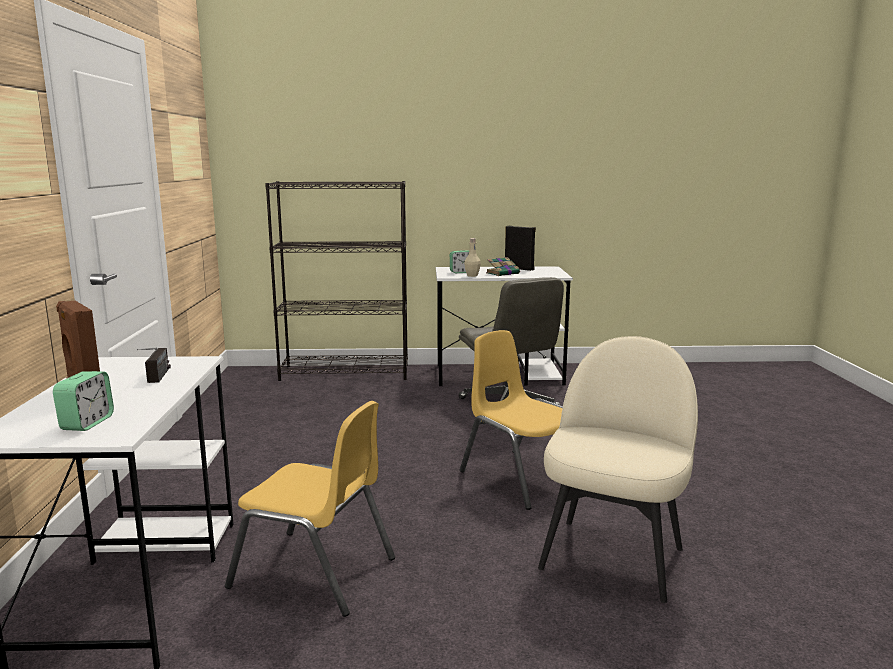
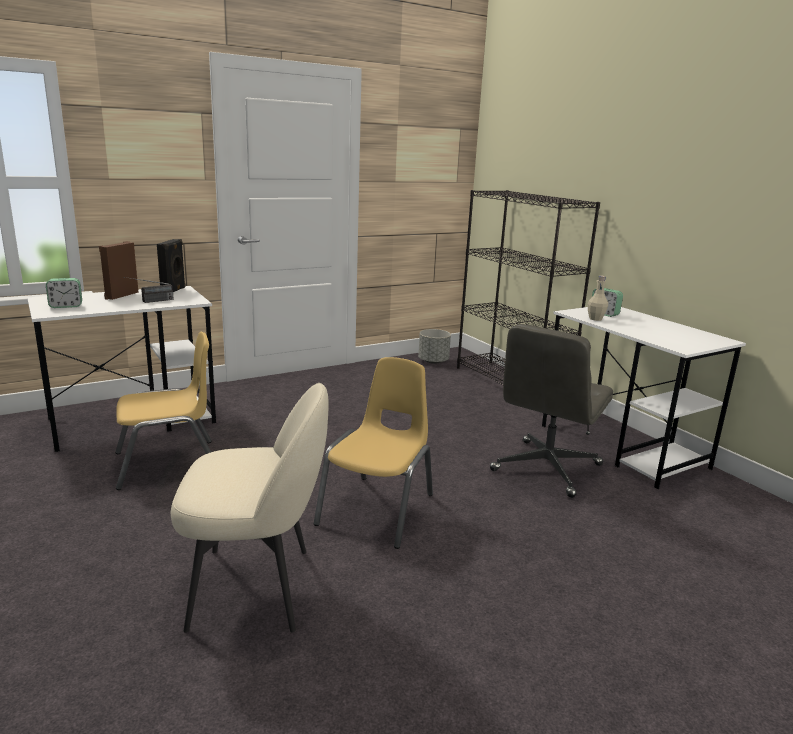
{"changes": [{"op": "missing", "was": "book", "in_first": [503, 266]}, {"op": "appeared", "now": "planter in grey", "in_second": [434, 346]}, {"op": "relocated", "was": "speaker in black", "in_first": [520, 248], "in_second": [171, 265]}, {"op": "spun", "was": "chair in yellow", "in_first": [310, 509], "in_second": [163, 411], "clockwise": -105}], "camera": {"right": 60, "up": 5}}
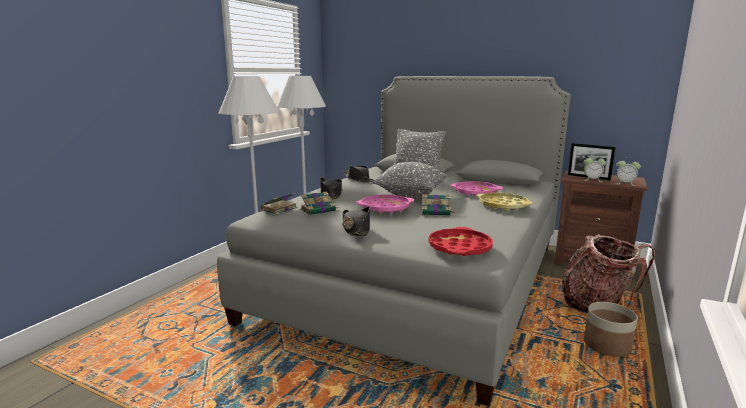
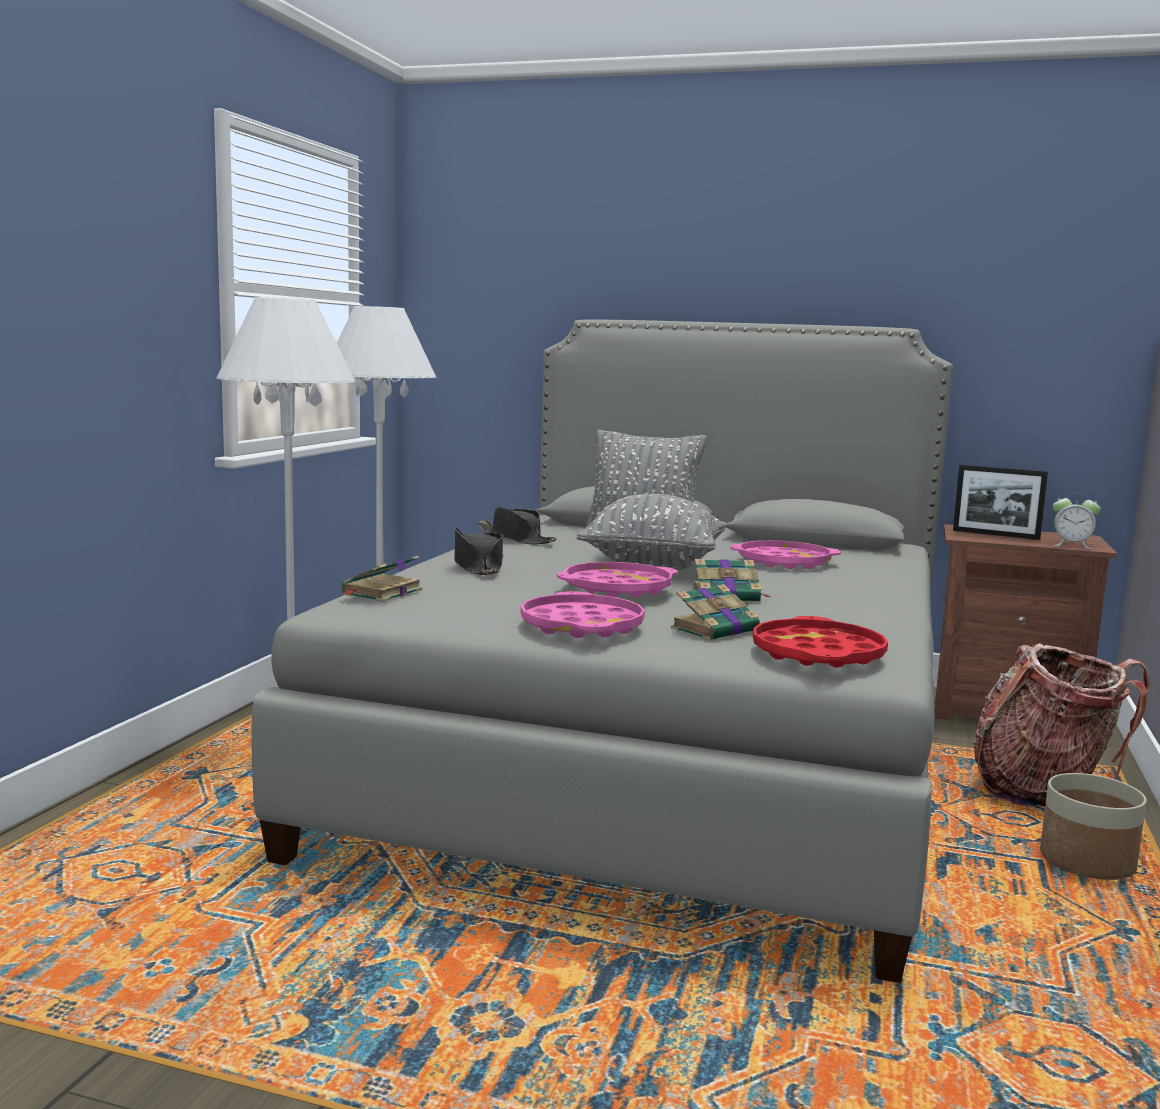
{"changes": [{"op": "missing", "was": "tray in yellow", "in_first": [505, 202]}, {"op": "missing", "was": "alarm clock", "in_first": [594, 168]}, {"op": "relocated", "was": "book", "in_first": [319, 203], "in_second": [715, 612]}, {"op": "exchanged", "was": "hat in black", "now": "tray in pink", "in_first": [356, 221], "in_second": [583, 614]}], "camera": {"right": -10, "up": -5}}
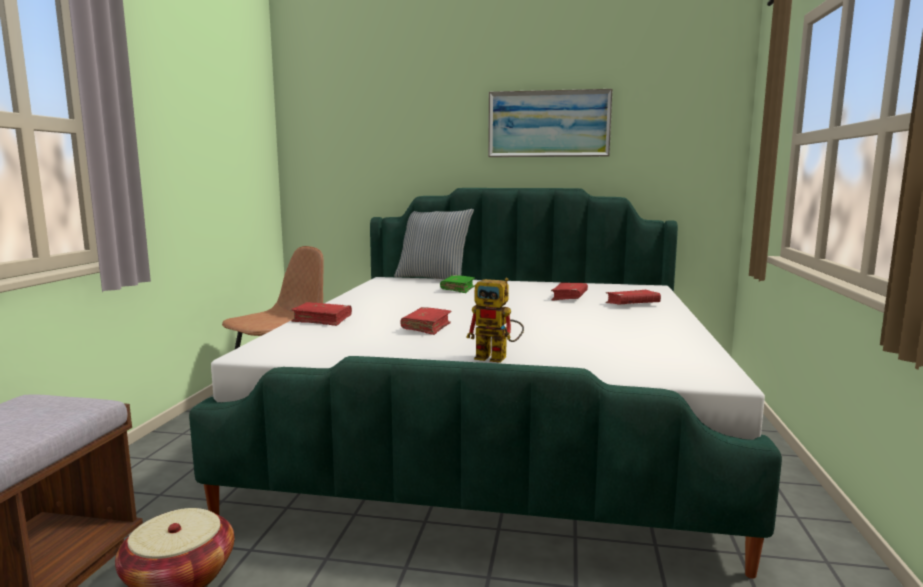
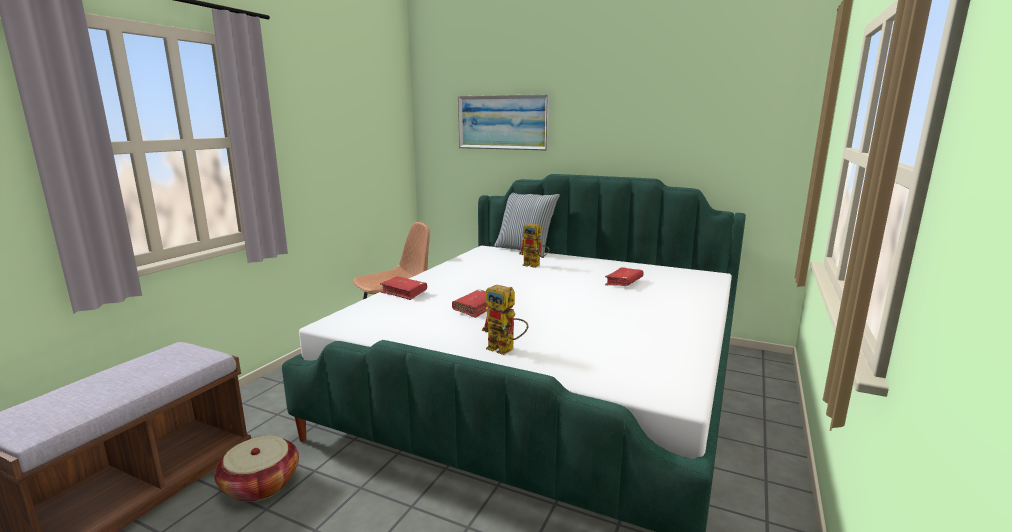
{"changes": [{"op": "missing", "was": "book in red", "in_first": [633, 297]}, {"op": "relocated", "was": "picture", "in_first": [550, 123], "in_second": [503, 122]}, {"op": "exchanged", "was": "book in green", "now": "toy robot", "in_first": [457, 284], "in_second": [534, 245]}], "camera": {"right": 15, "up": 5}}
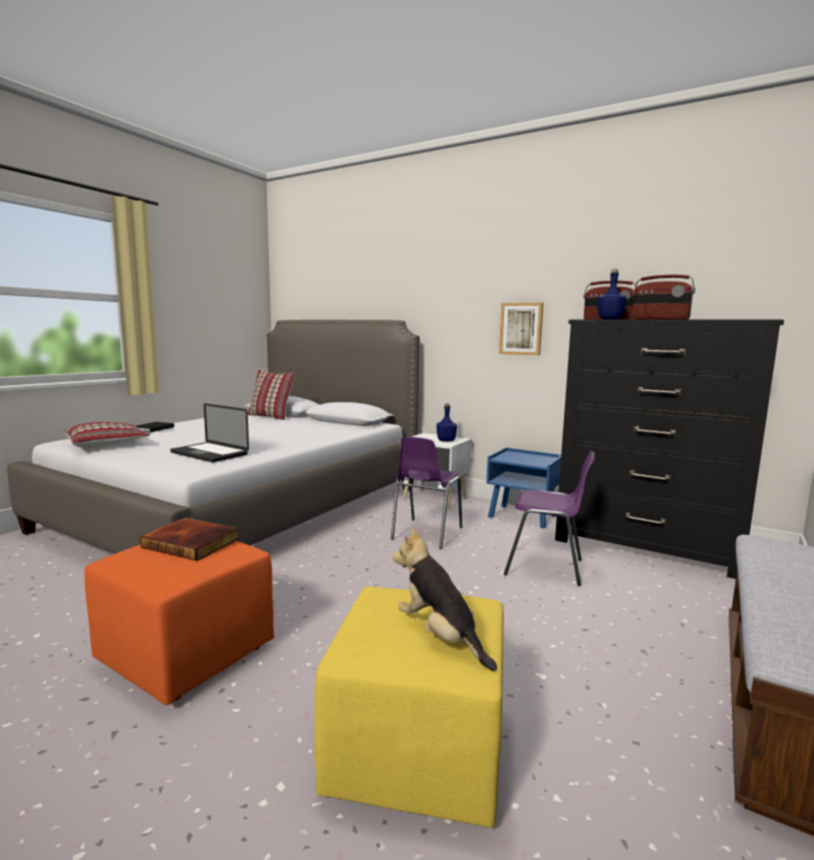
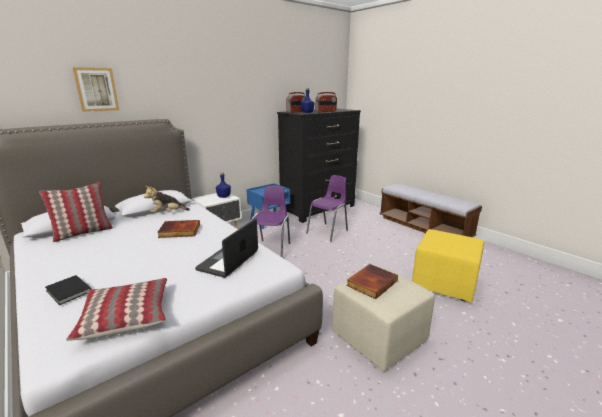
{"changes": [{"op": "appeared", "now": "book", "in_second": [178, 229]}, {"op": "relocated", "was": "plush toy", "in_first": [444, 599], "in_second": [167, 199]}, {"op": "relocated", "was": "picture", "in_first": [521, 328], "in_second": [95, 89]}, {"op": "colour", "was": "ottoman in orange", "now": "ottoman in beige", "in_first": [179, 623], "in_second": [383, 319]}, {"op": "spun", "was": "laptop", "in_first": [209, 432], "in_second": [226, 248], "clockwise": 150}, {"op": "spun", "was": "chair in purple", "in_first": [426, 493], "in_second": [270, 221], "clockwise": -120}], "camera": {"right": -70, "up": 10}}
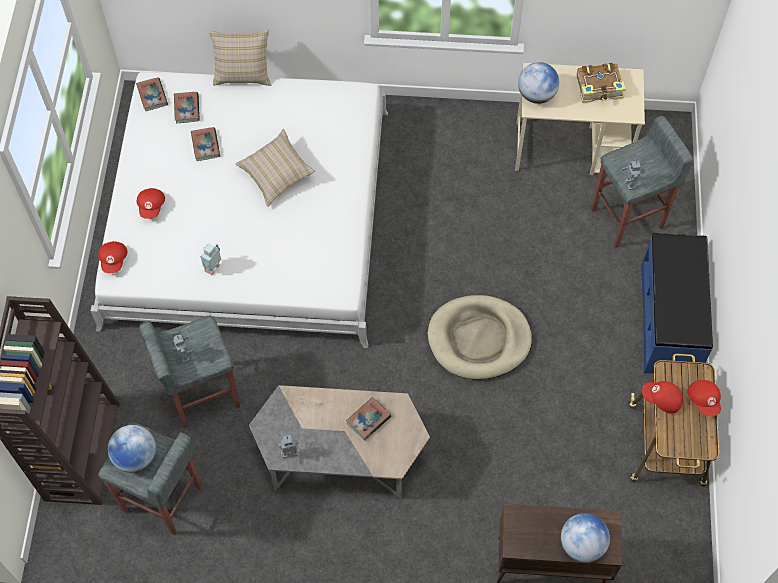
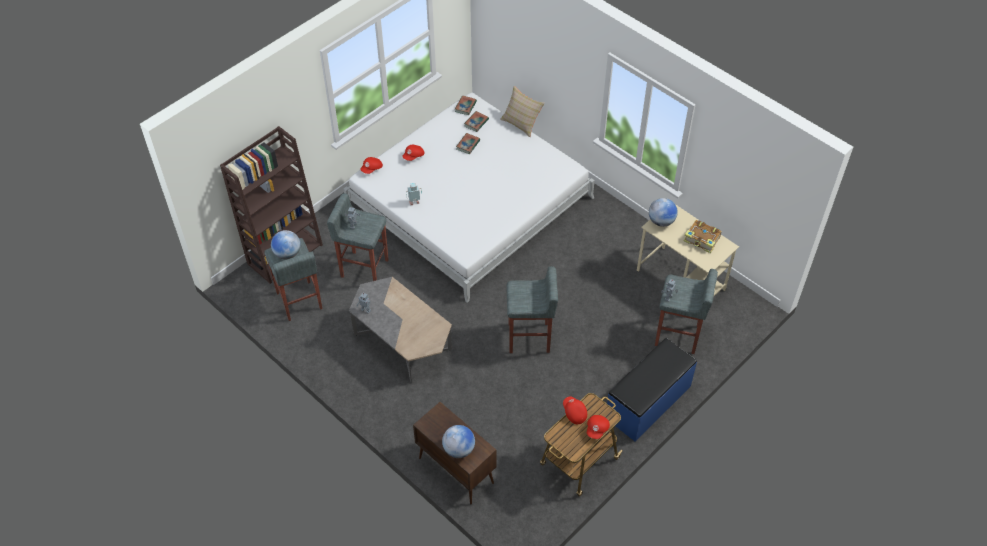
{"changes": [{"op": "missing", "was": "pillow in beige", "in_first": [275, 168]}, {"op": "missing", "was": "book", "in_first": [368, 419]}, {"op": "exchanged", "was": "dog bed in beige", "now": "stool in grey", "in_first": [480, 337], "in_second": [532, 309]}], "camera": {"right": 40, "up": -10}}
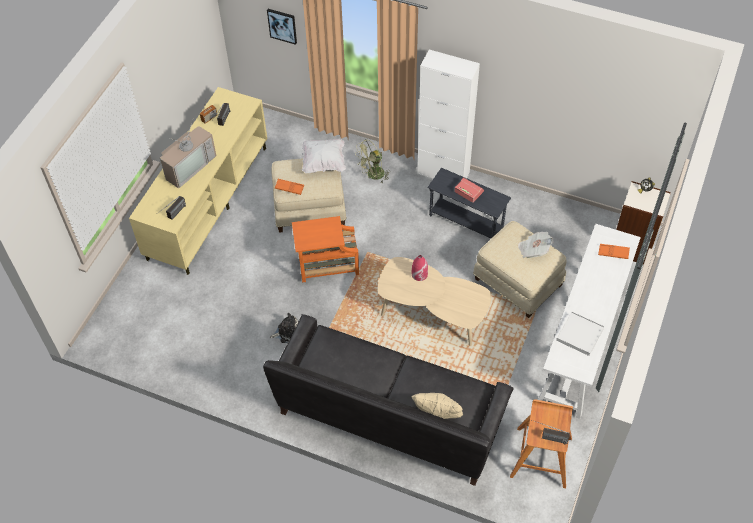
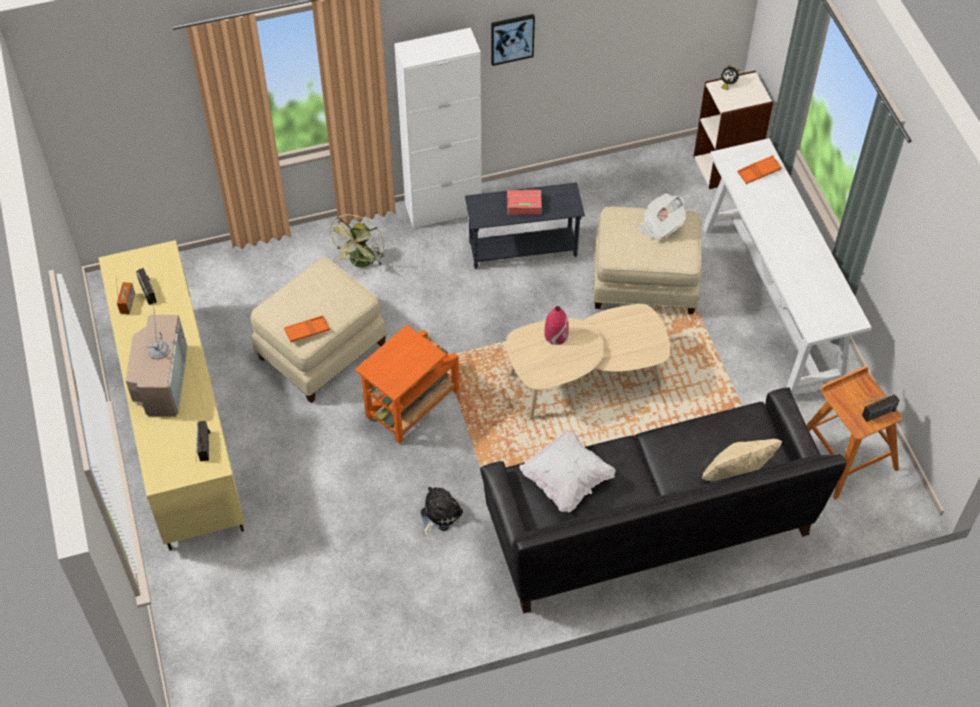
{"changes": [{"op": "missing", "was": "tray in white", "in_first": [580, 333]}, {"op": "relocated", "was": "picture", "in_first": [282, 27], "in_second": [513, 40]}, {"op": "relocated", "was": "pillow in white", "in_first": [324, 156], "in_second": [567, 471]}], "camera": {"right": -40, "up": 0}}
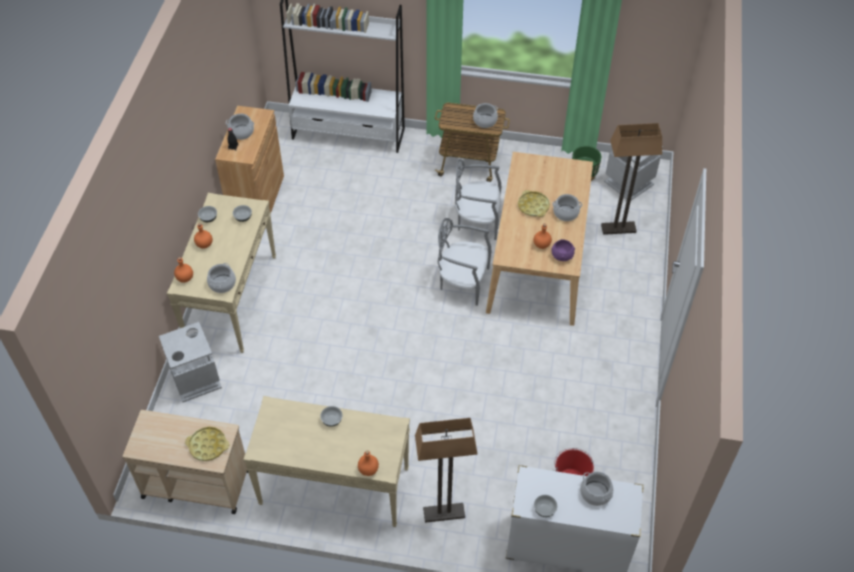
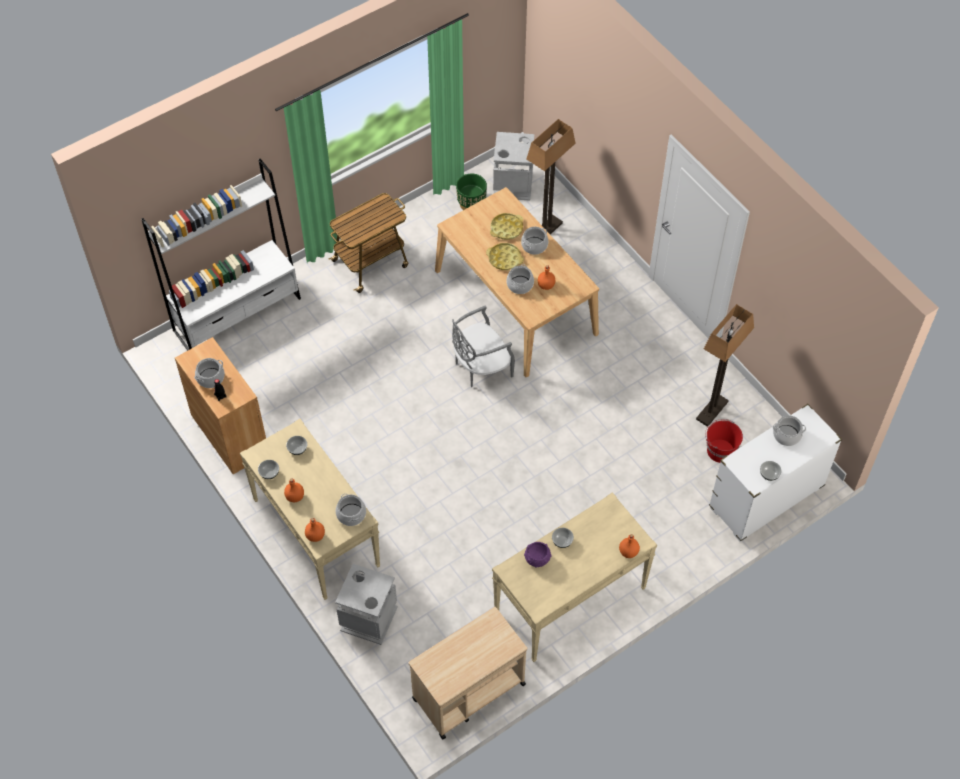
{"changes": [{"op": "missing", "was": "chair in grey", "in_first": [478, 199]}, {"op": "relocated", "was": "tray in yellow", "in_first": [207, 444], "in_second": [506, 226]}, {"op": "relocated", "was": "floor lamp", "in_first": [446, 470], "in_second": [725, 365]}, {"op": "relocated", "was": "cooking pot", "in_first": [485, 115], "in_second": [520, 279]}, {"op": "relocated", "was": "bowl in purple", "in_first": [563, 250], "in_second": [537, 555]}], "camera": {"right": -45, "up": 5}}
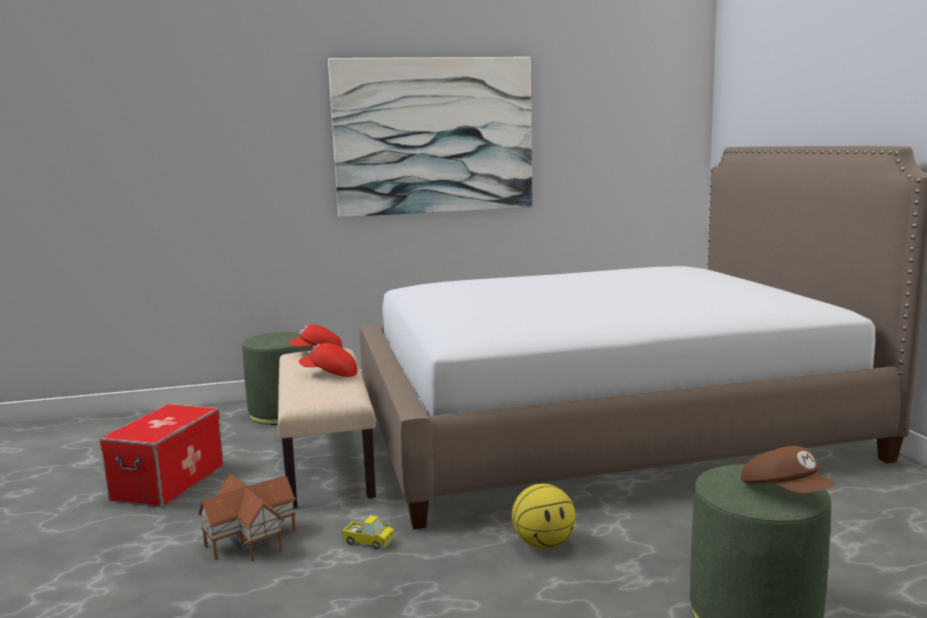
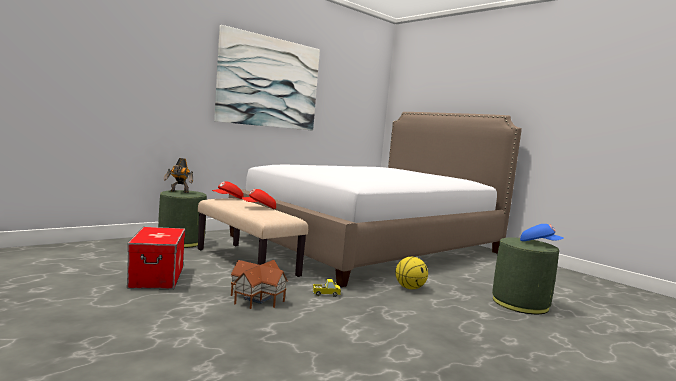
{"changes": [{"op": "appeared", "now": "toy robot", "in_second": [178, 175]}, {"op": "colour", "was": "cap in brown", "now": "cap in blue", "in_first": [788, 469], "in_second": [542, 232]}], "camera": {"right": -30, "up": -5}}
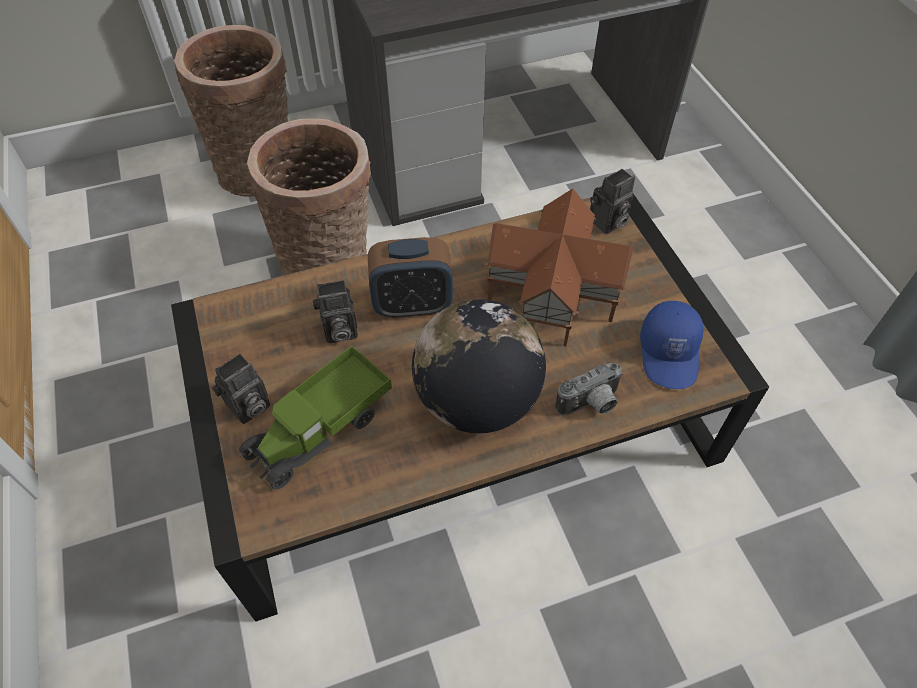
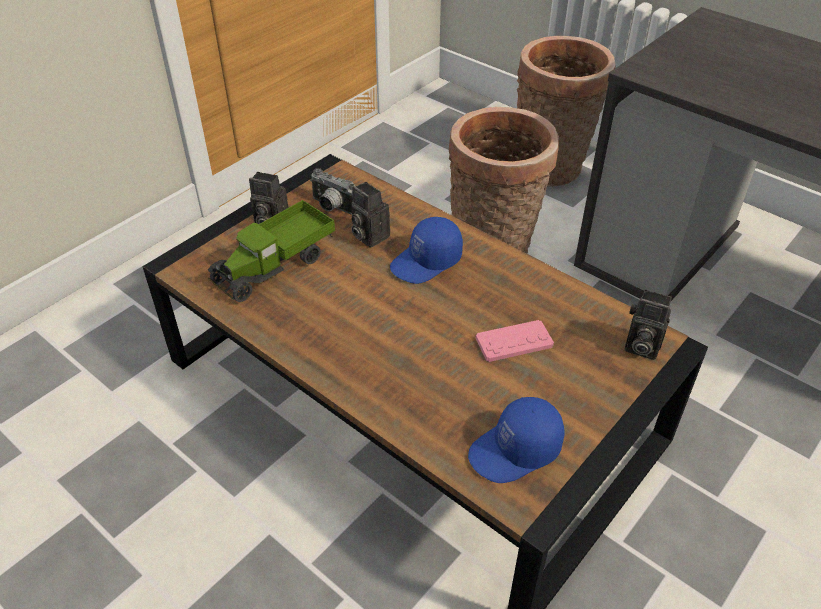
{"changes": [{"op": "missing", "was": "globe", "in_first": [479, 366]}, {"op": "relocated", "was": "photo camera", "in_first": [589, 389], "in_second": [332, 191]}, {"op": "exchanged", "was": "alarm clock", "now": "cap in blue", "in_first": [410, 277], "in_second": [426, 250]}, {"op": "exchanged", "was": "toy house", "now": "game controller in pink", "in_first": [559, 267], "in_second": [515, 341]}, {"op": "spun", "was": "toy truck", "in_first": [315, 418], "in_second": [271, 251], "clockwise": -60}], "camera": {"right": 60, "up": -10}}
